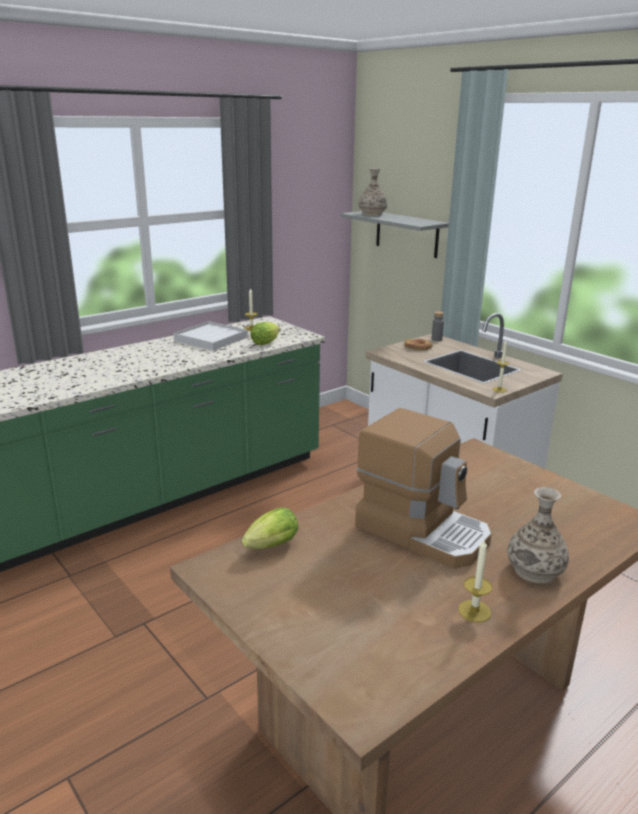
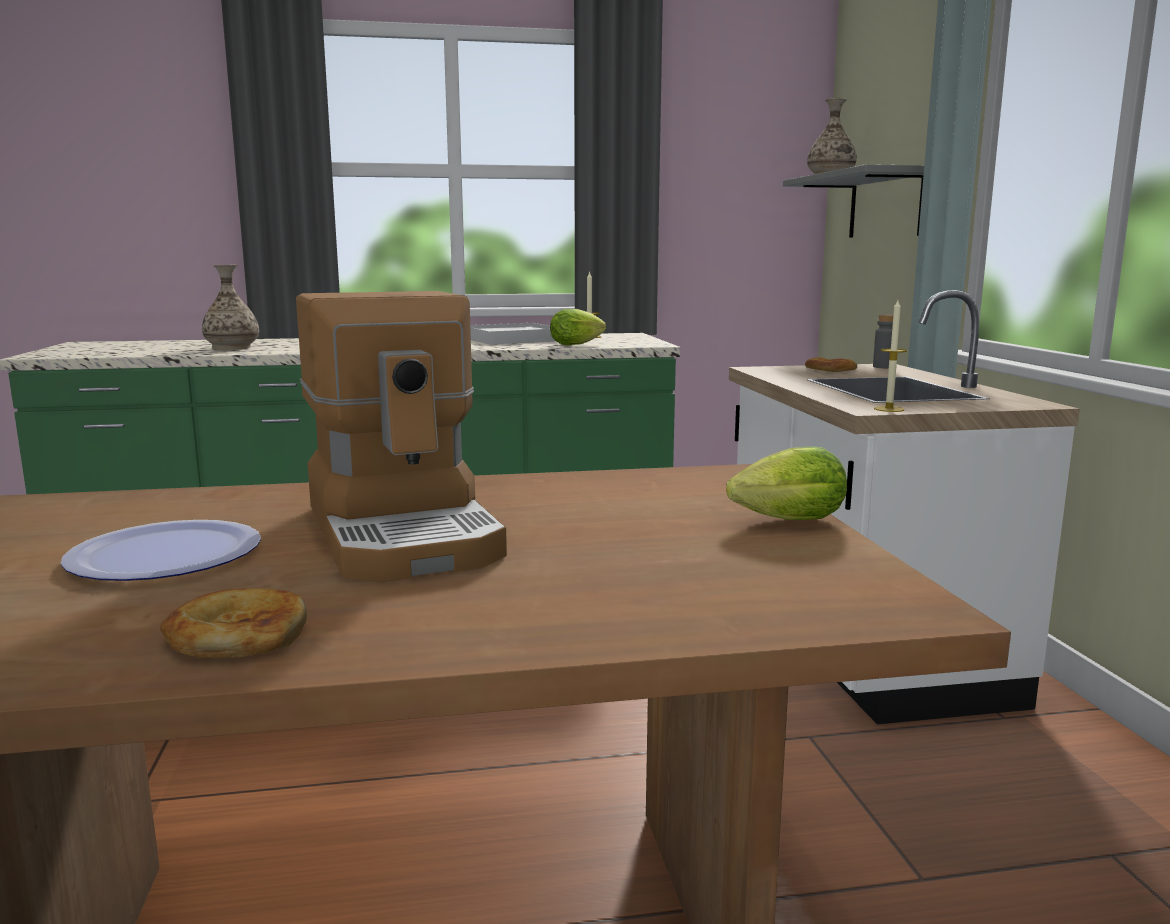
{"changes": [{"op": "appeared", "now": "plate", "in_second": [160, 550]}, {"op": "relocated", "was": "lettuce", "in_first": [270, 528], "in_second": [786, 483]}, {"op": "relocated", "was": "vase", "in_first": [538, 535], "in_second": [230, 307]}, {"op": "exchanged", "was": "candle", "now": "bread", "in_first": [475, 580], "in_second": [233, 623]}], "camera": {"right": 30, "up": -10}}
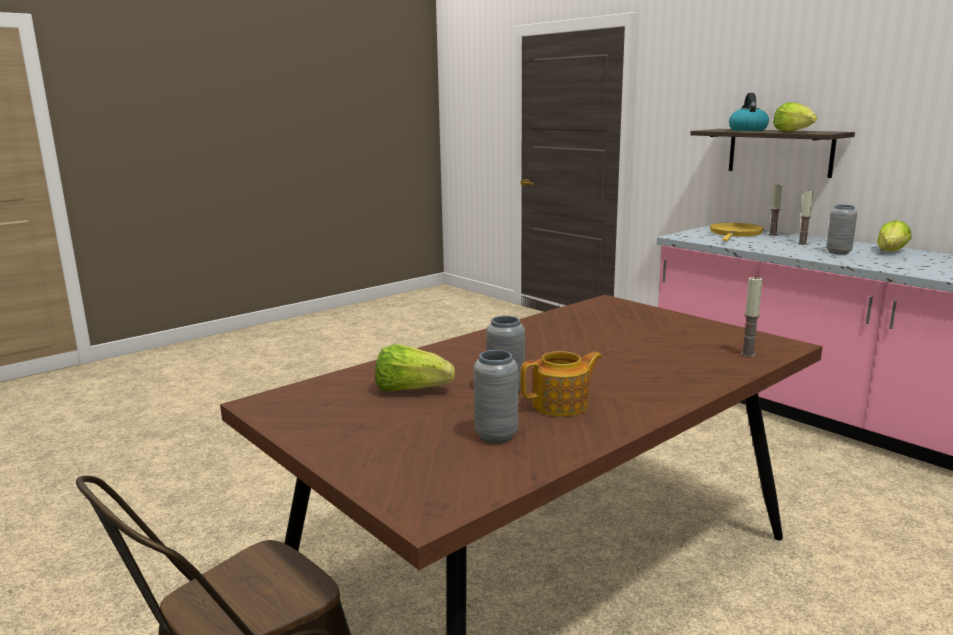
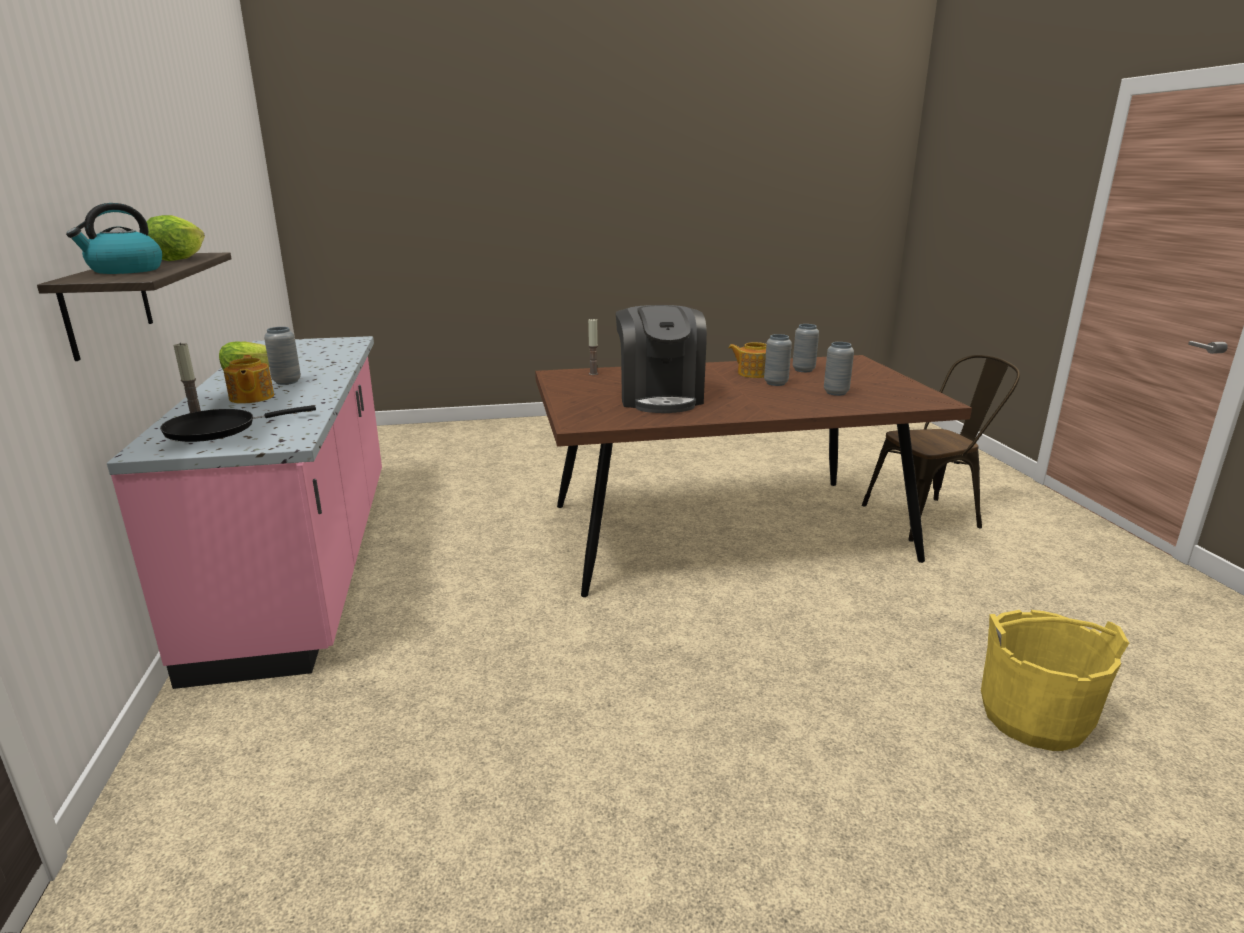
{"changes": [{"op": "appeared", "now": "coffee machine", "in_second": [661, 359]}, {"op": "appeared", "now": "bucket in yellow", "in_second": [1055, 680]}, {"op": "exchanged", "was": "lettuce", "now": "vase in grey", "in_first": [415, 367], "in_second": [839, 369]}, {"op": "exchanged", "was": "candle", "now": "teapot", "in_first": [805, 218], "in_second": [248, 379]}, {"op": "colour", "was": "frying pan in yellow", "now": "frying pan in black", "in_first": [737, 232], "in_second": [238, 423]}], "camera": {"right": -150, "up": 5}}
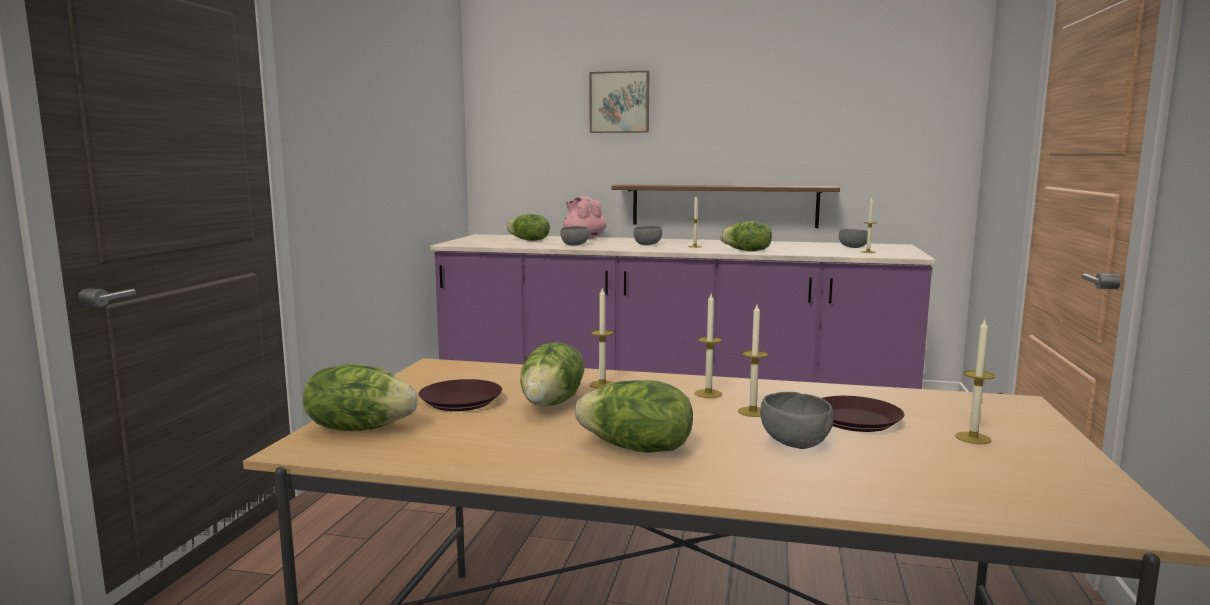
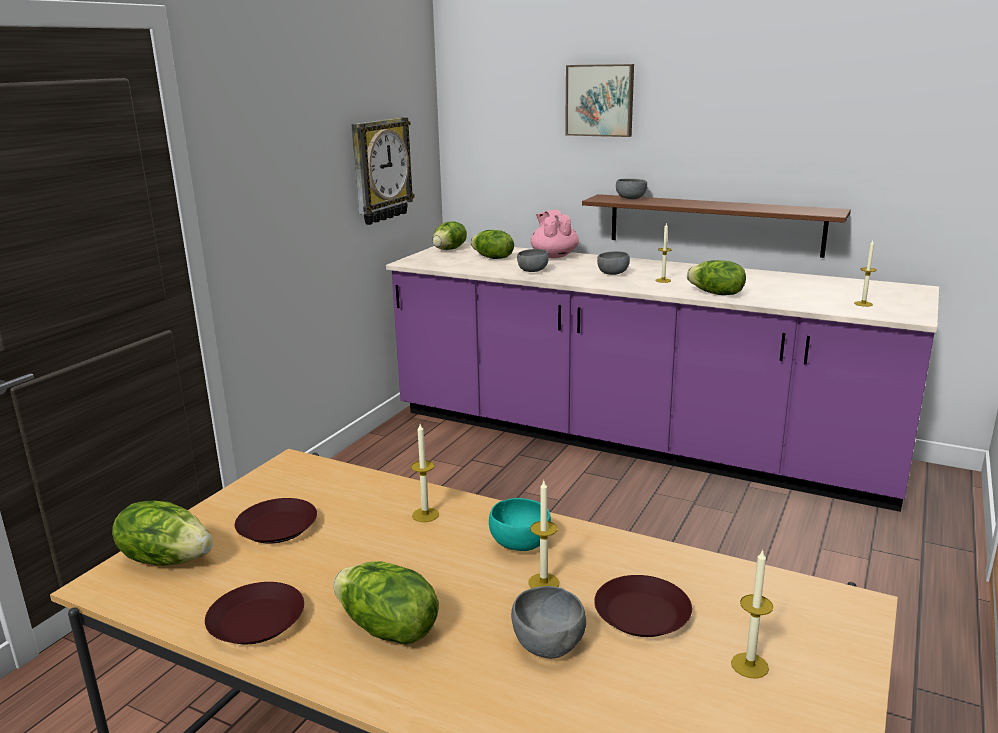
{"changes": [{"op": "appeared", "now": "plate in brown", "in_second": [254, 613]}, {"op": "appeared", "now": "wall clock", "in_second": [383, 171]}, {"op": "relocated", "was": "lettuce", "in_first": [552, 374], "in_second": [449, 235]}, {"op": "relocated", "was": "bowl in grey", "in_first": [853, 238], "in_second": [631, 189]}, {"op": "exchanged", "was": "candle", "now": "bowl in turquoise", "in_first": [708, 346], "in_second": [520, 524]}], "camera": {"right": 15, "up": 10}}
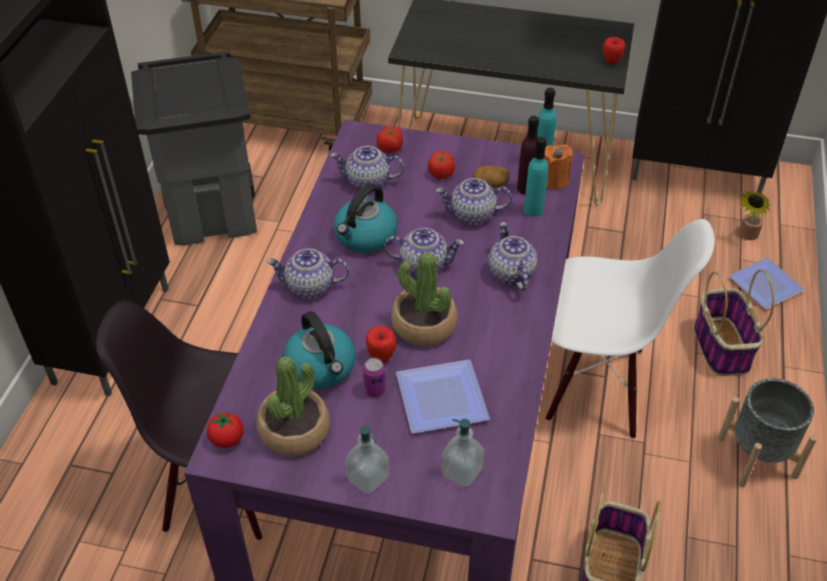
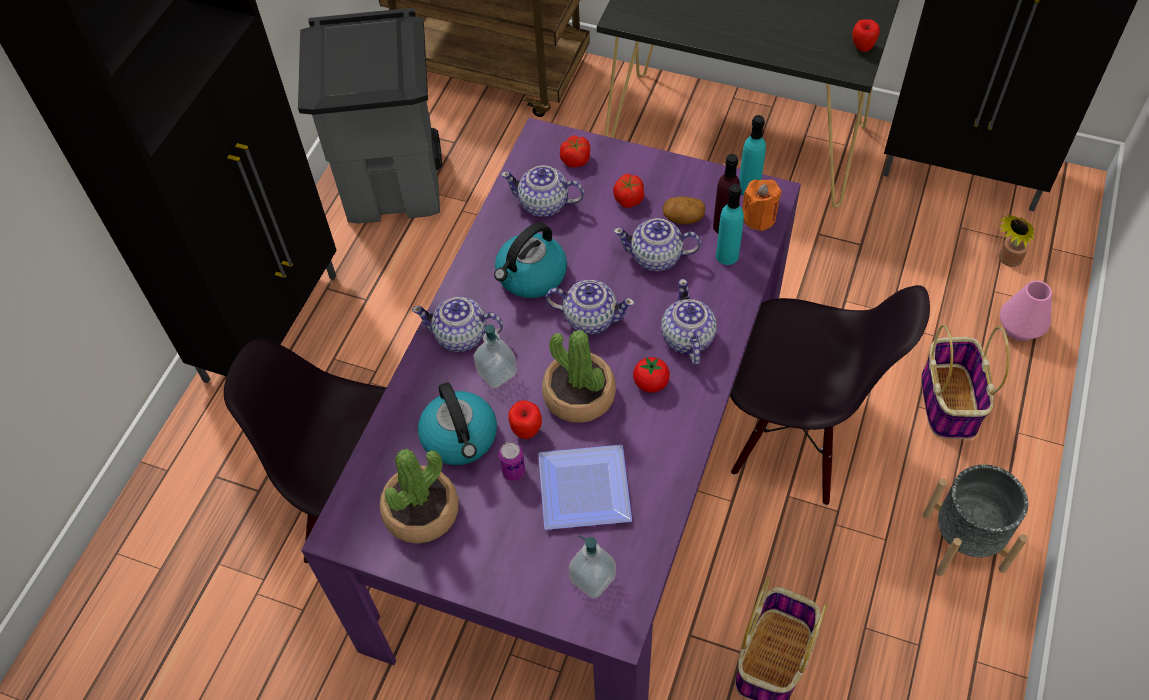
{"changes": [{"op": "relocated", "was": "tomato", "in_first": [225, 430], "in_second": [651, 375]}, {"op": "relocated", "was": "soap dispenser", "in_first": [367, 459], "in_second": [495, 356]}, {"op": "exchanged", "was": "plate", "now": "vase in pink", "in_first": [766, 283], "in_second": [1026, 310]}, {"op": "colour", "was": "chair in white", "now": "chair in black", "in_first": [630, 329], "in_second": [830, 395]}], "camera": {"right": 10, "up": 10}}
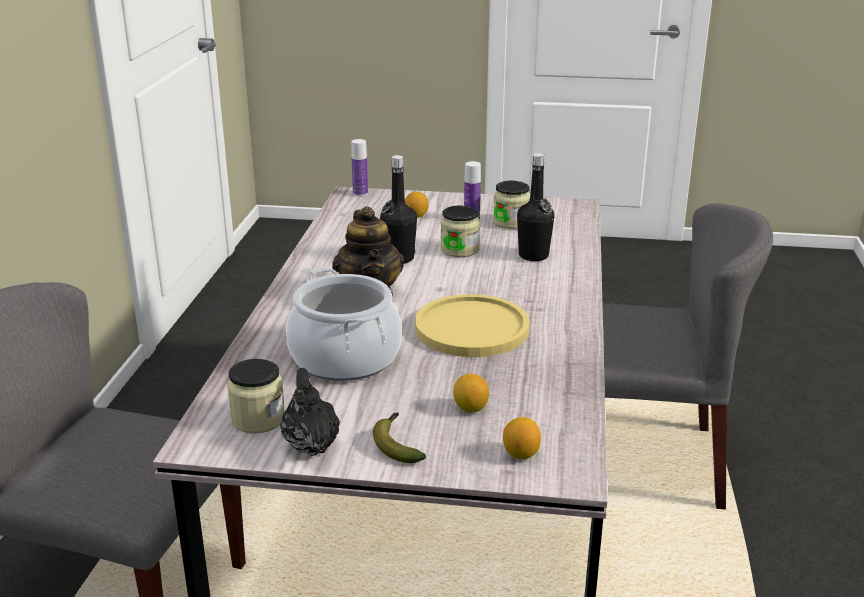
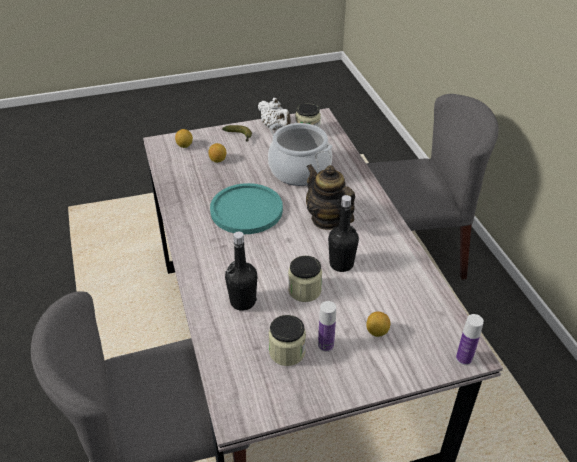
{"changes": [{"op": "colour", "was": "teapot in black", "now": "teapot in white", "in_first": [310, 412], "in_second": [274, 114]}, {"op": "colour", "was": "plate in yellow", "now": "plate in turquoise", "in_first": [472, 325], "in_second": [246, 208]}], "camera": {"right": 155, "up": 15}}
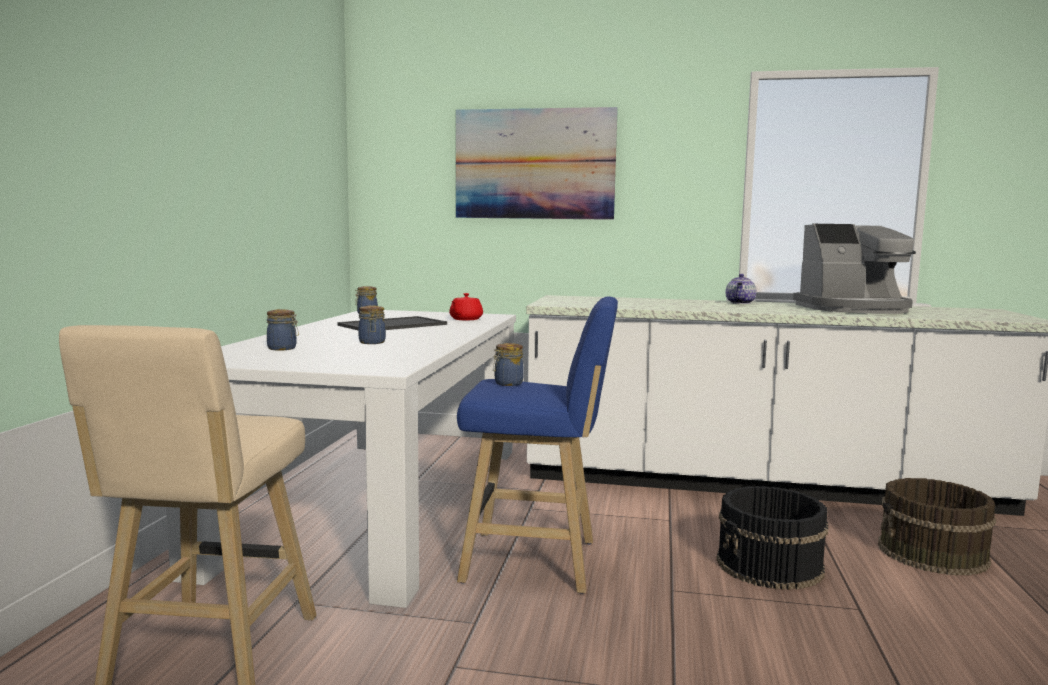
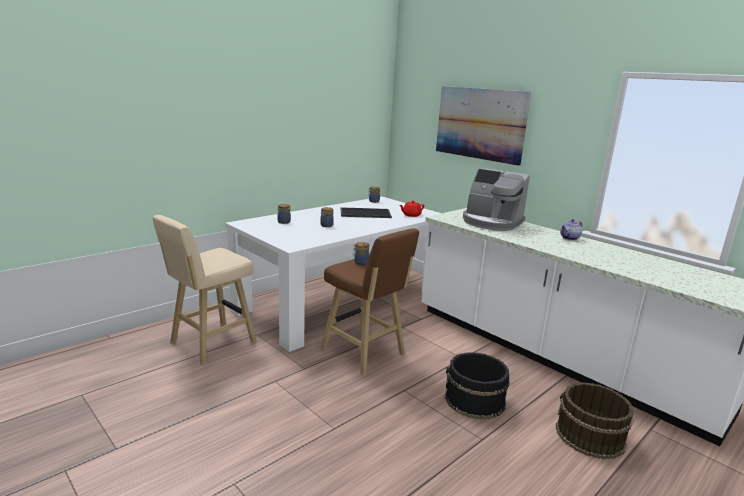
{"changes": [{"op": "relocated", "was": "coffee machine", "in_first": [854, 269], "in_second": [496, 199]}, {"op": "colour", "was": "stool in blue", "now": "stool in brown", "in_first": [537, 445], "in_second": [370, 301]}], "camera": {"right": 35, "up": 10}}
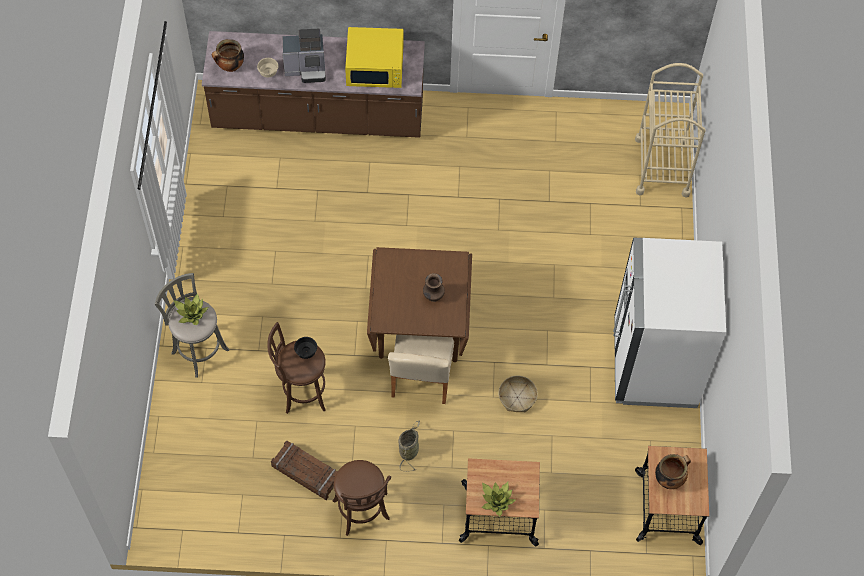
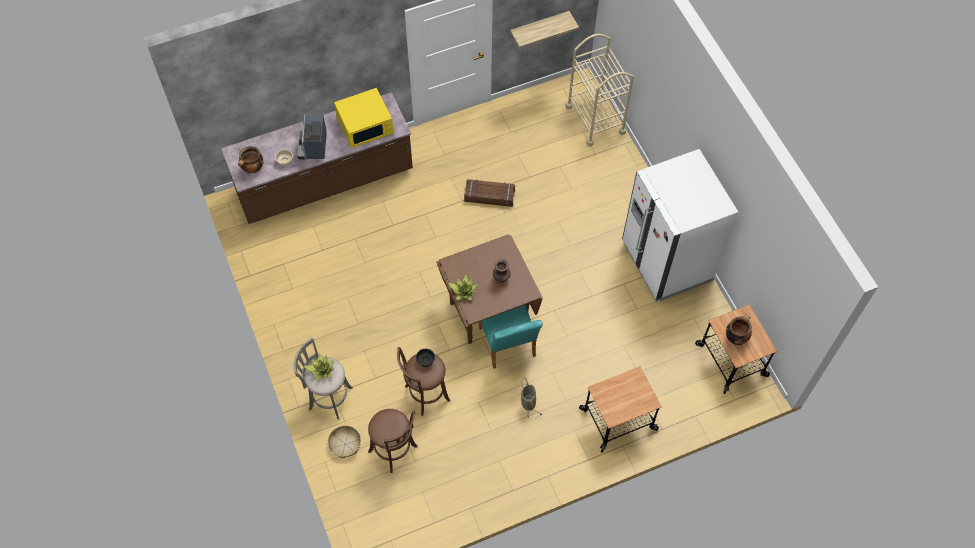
{"changes": [{"op": "appeared", "now": "shelf", "in_second": [544, 29]}, {"op": "relocated", "was": "crate", "in_first": [304, 470], "in_second": [489, 193]}, {"op": "relocated", "was": "stool in brown", "in_first": [361, 498], "in_second": [393, 441]}, {"op": "relocated", "was": "potted plant", "in_first": [499, 499], "in_second": [463, 287]}, {"op": "relocated", "was": "basket", "in_first": [518, 394], "in_second": [344, 441]}, {"op": "colour", "was": "chair in beige", "now": "chair in turquoise", "in_first": [421, 369], "in_second": [511, 337]}, {"op": "spun", "was": "coffee machine", "in_first": [304, 56], "in_second": [312, 136], "clockwise": 120}], "camera": {"right": -25, "up": 0}}
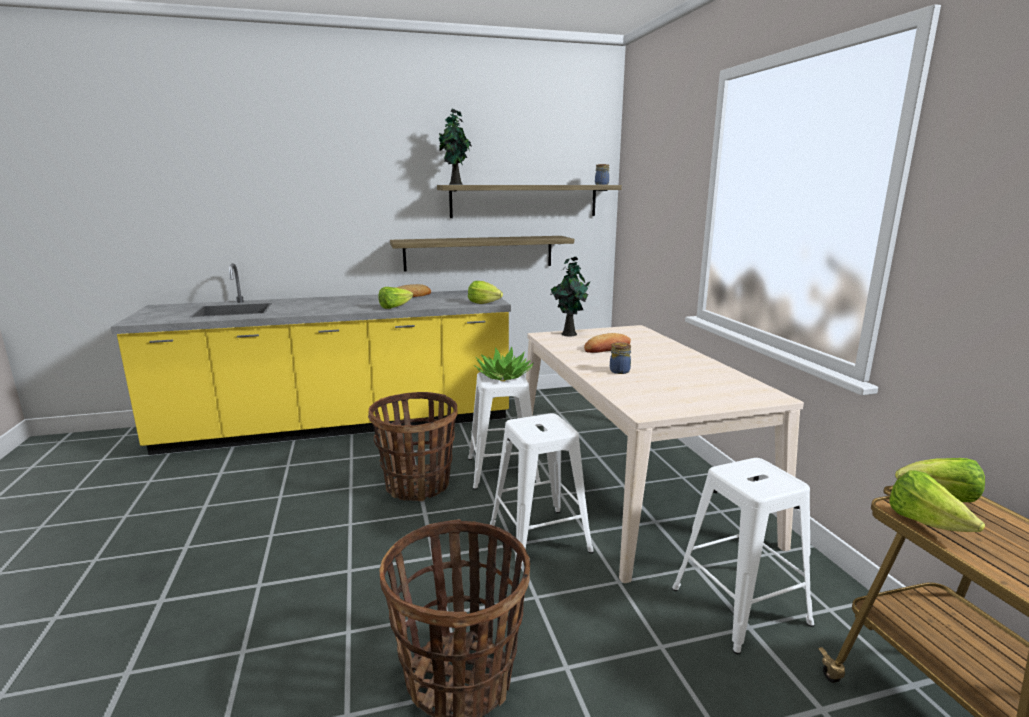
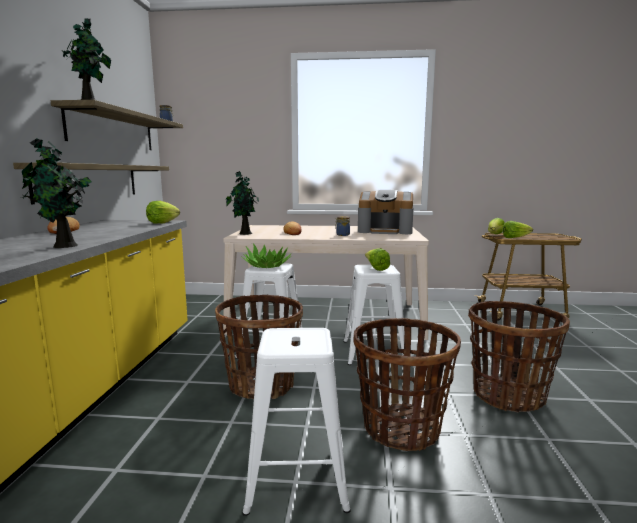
{"changes": [{"op": "appeared", "now": "potted plant", "in_second": [56, 193]}, {"op": "appeared", "now": "basket", "in_second": [407, 384]}, {"op": "appeared", "now": "coffee machine", "in_second": [386, 212]}, {"op": "relocated", "was": "lettuce", "in_first": [395, 298], "in_second": [377, 259]}, {"op": "relocated", "was": "stool in white", "in_first": [743, 556], "in_second": [297, 422]}], "camera": {"right": -70, "up": -5}}
